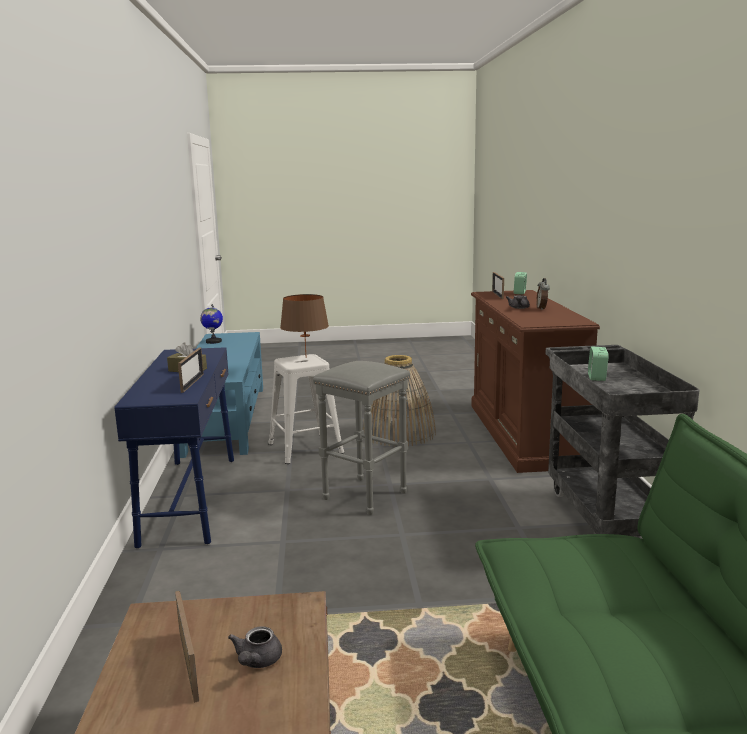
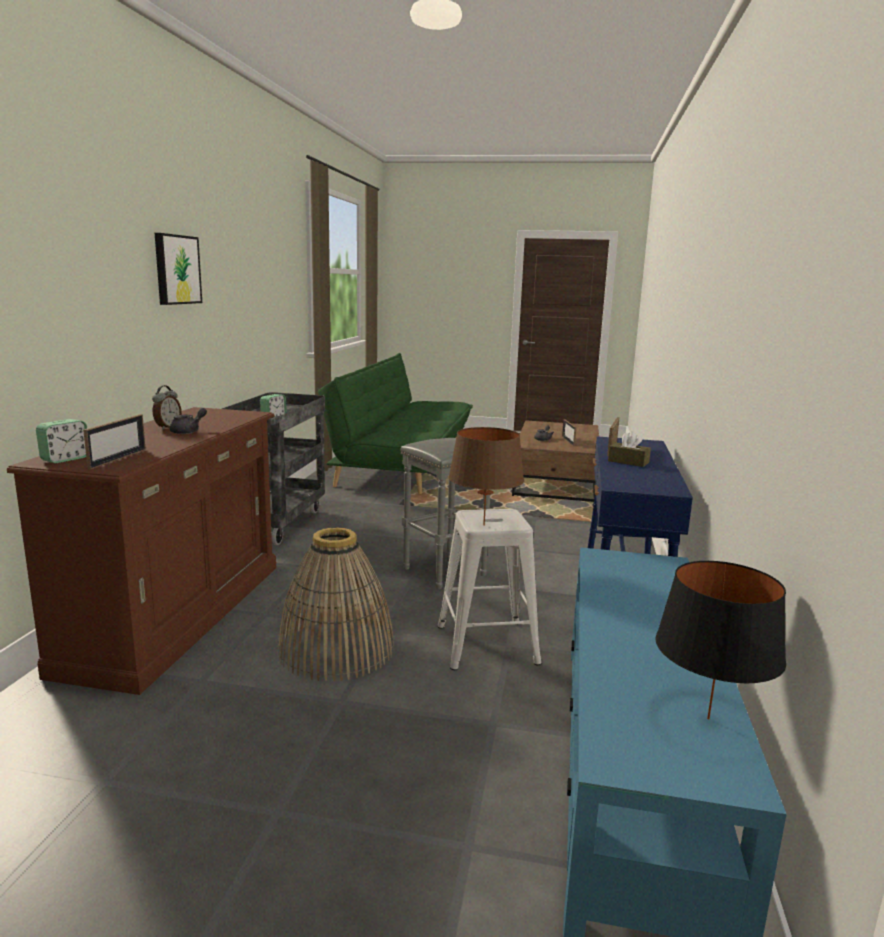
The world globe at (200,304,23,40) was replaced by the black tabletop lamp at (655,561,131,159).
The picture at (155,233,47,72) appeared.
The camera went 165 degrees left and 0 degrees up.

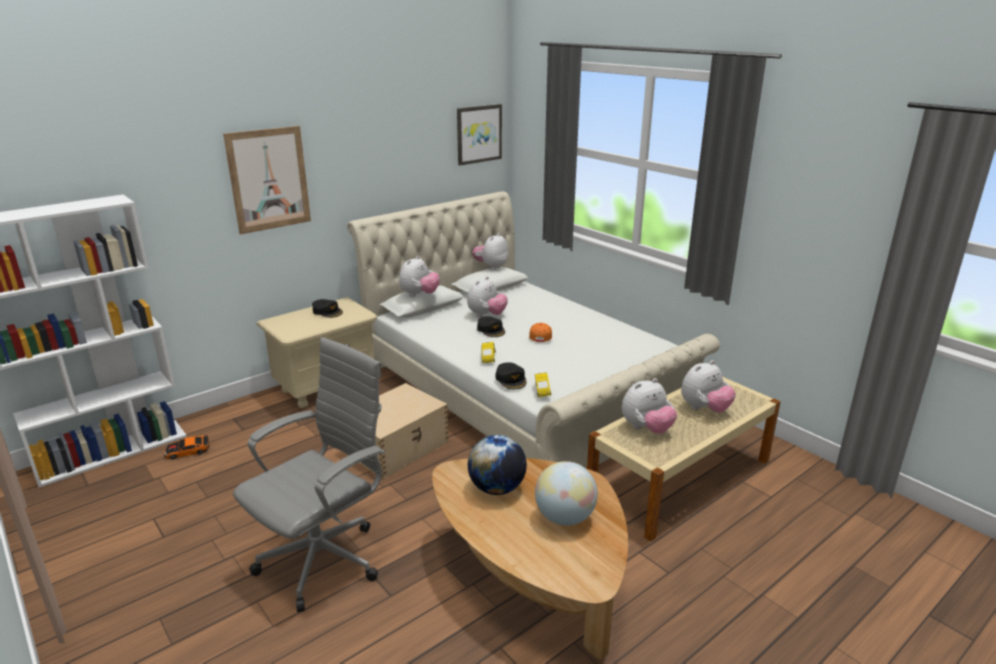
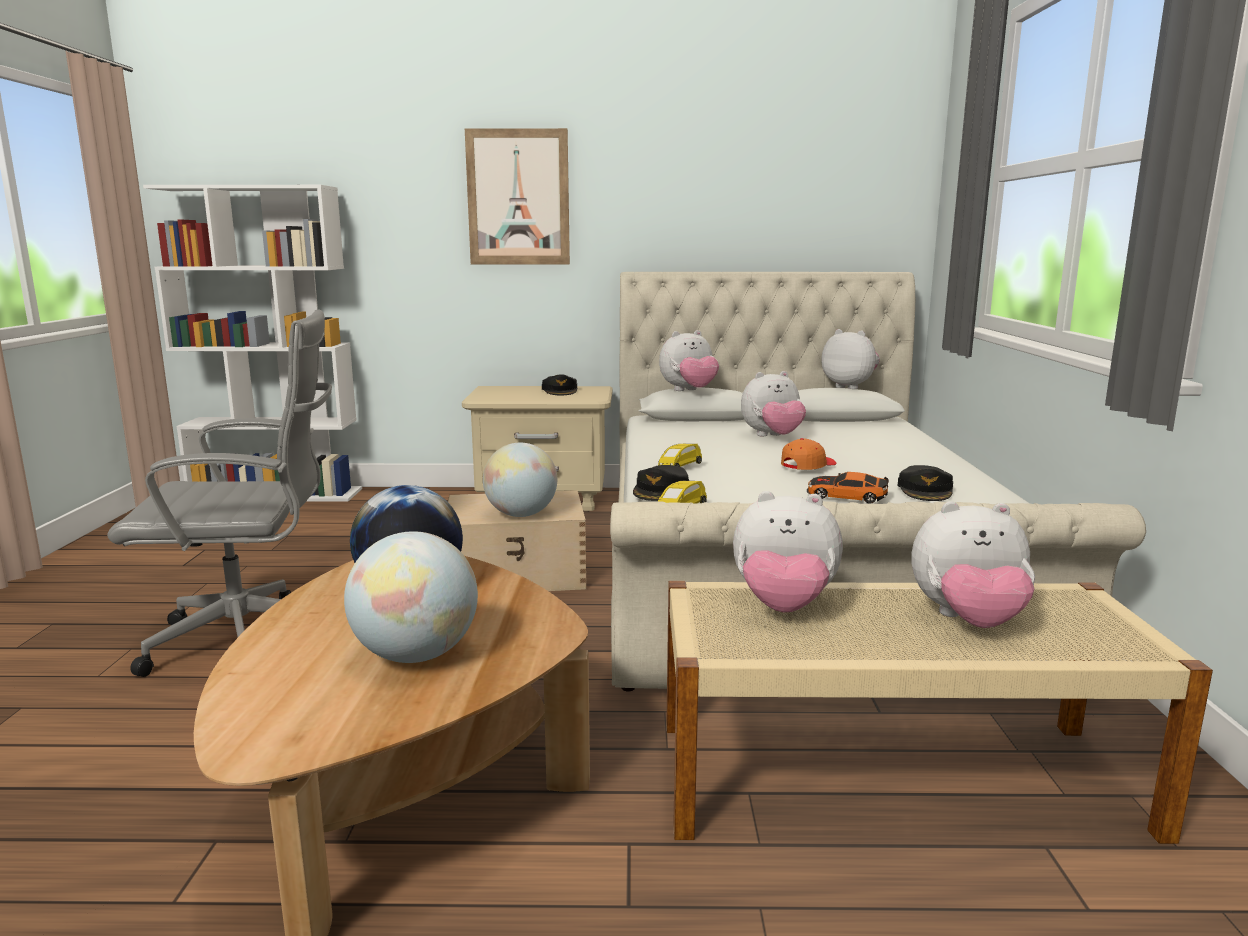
The picture at (457,104,45,61) disappeared.
The soft toy at (472,233,36,37) turned 60 degrees clockwise.
The black baseball cap moved from (477,316,28,21) to (898,465,55,36).
The toy car moved from (165,435,44,25) to (807,472,82,32).
The world globe at (483,443,74,74) appeared.
The camera went 40 degrees right and 10 degrees down.

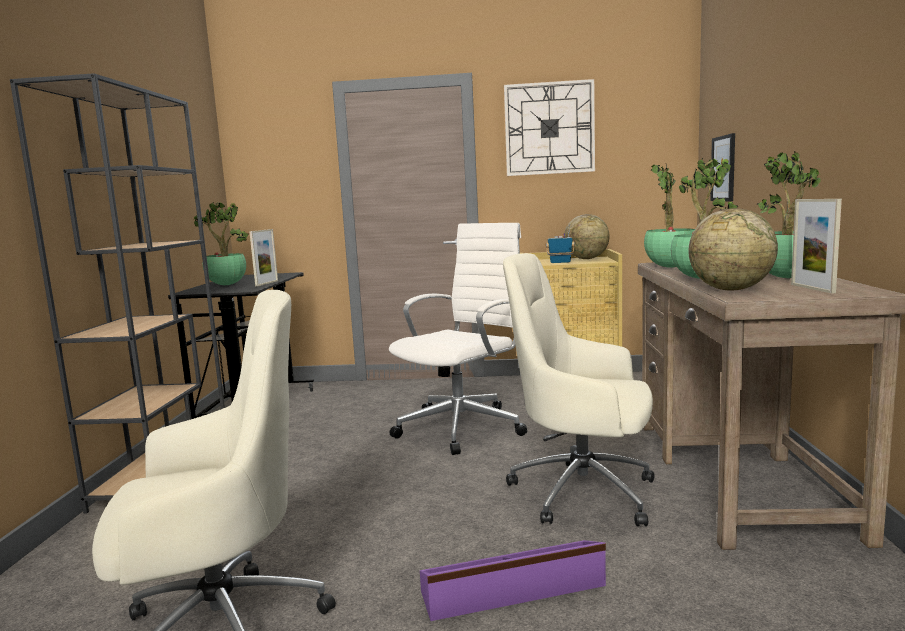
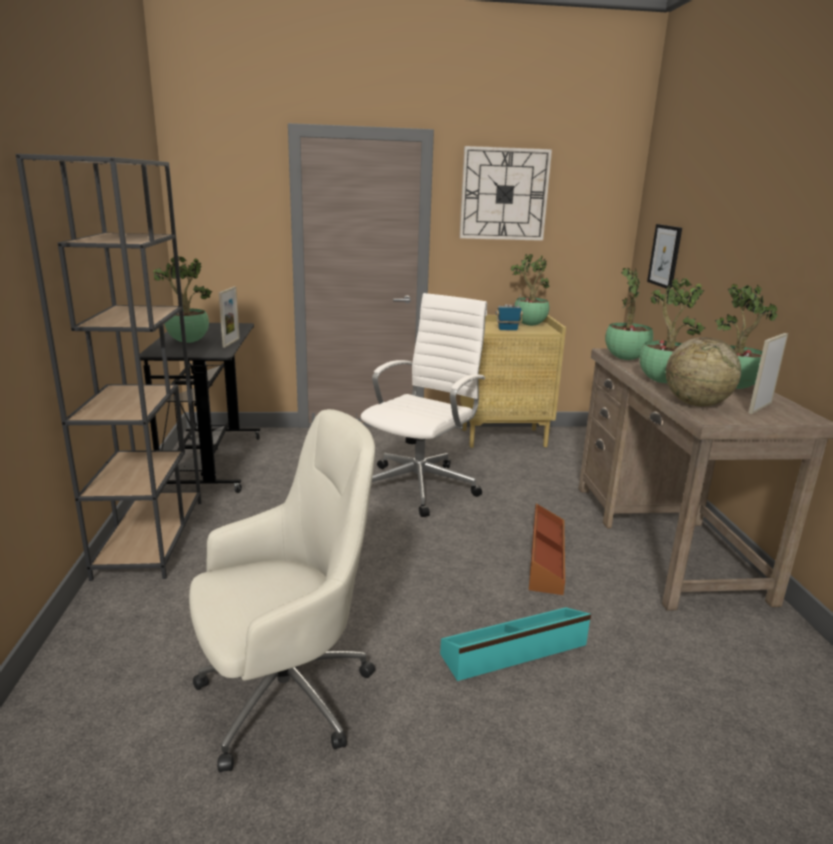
The photo frame at (791,199,51,94) turned 60 degrees clockwise.
The world globe at (564,214,46,45) was replaced by the plant in a pot at (511,254,38,72).
The beige-coloured desk chair at (503,253,152,273) was replaced by the brownish storage container at (529,503,36,92).
The purple-coloured storage container at (420,540,186,81) became the turquoise storage container at (440,607,151,74).
The camera went 10 degrees left and 10 degrees up.

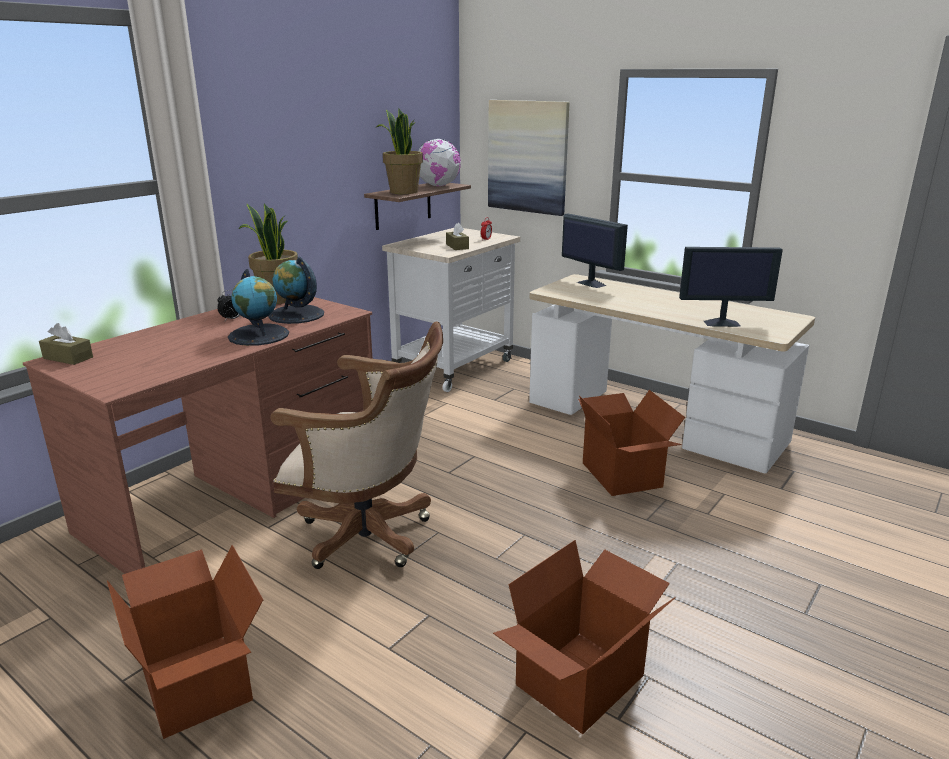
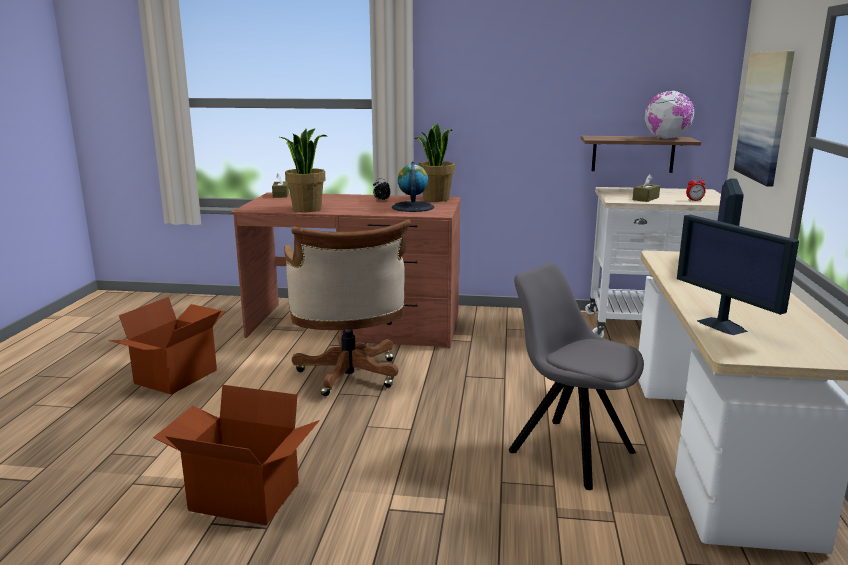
The plant in a pot moved from (375,109,48,85) to (280,128,47,84).
The world globe at (228,269,61,77) disappeared.
The cardboard box at (578,390,107,106) was replaced by the greyish upright chair at (509,263,135,227).
The camera went 60 degrees right and 5 degrees down.

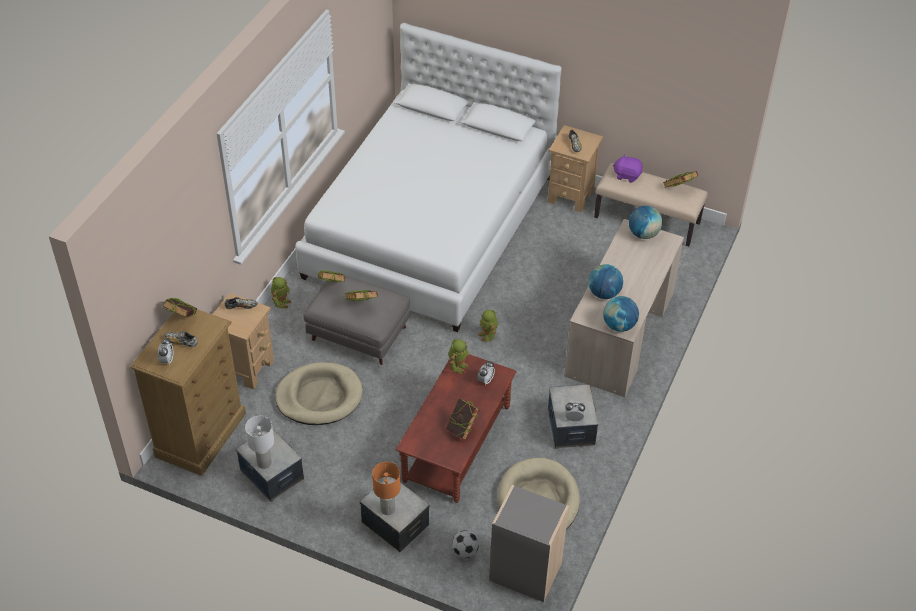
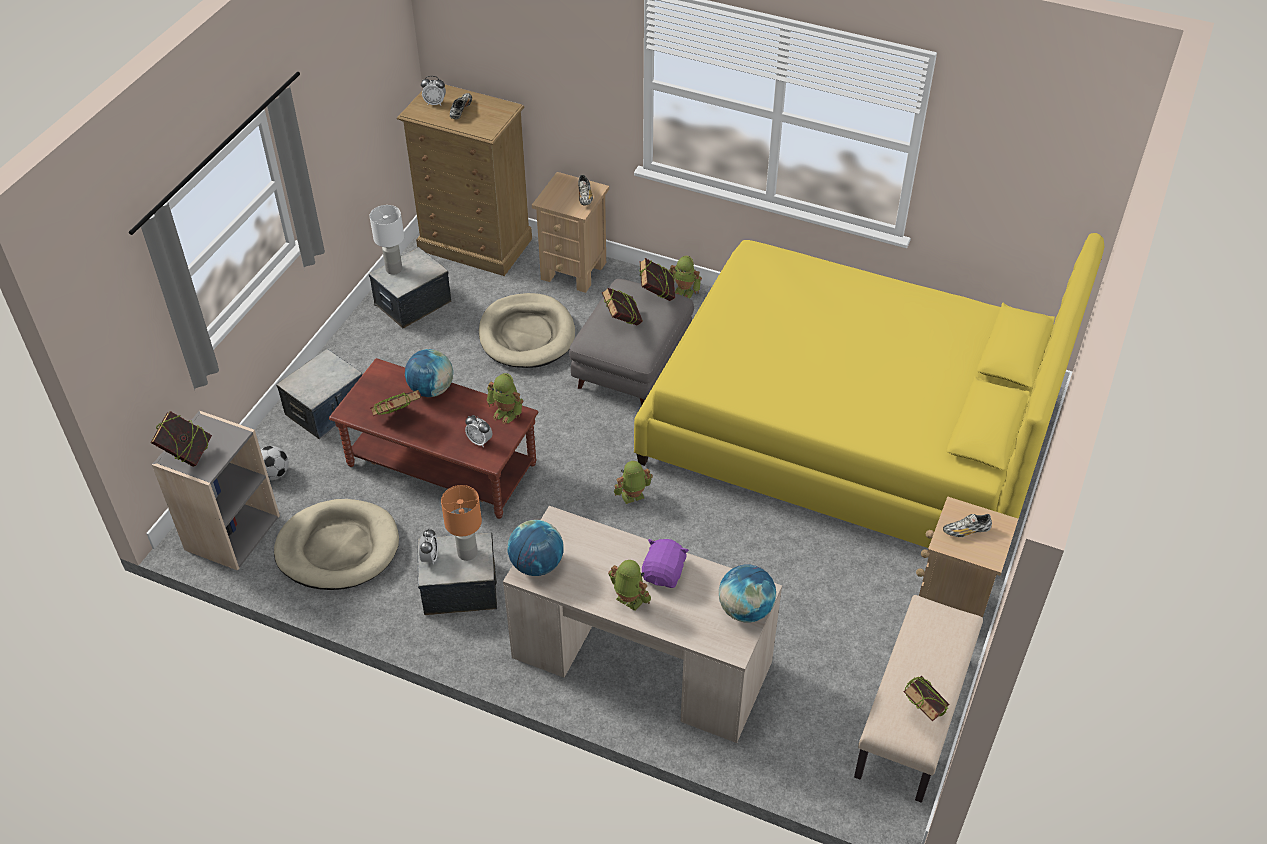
The whitish bedroom bed at (295,23,267,309) became the yellow-coloured bedroom bed at (634,233,470,343).
The purple-coloured soft toy moved from (613,154,30,29) to (642,539,47,49).
The world globe moved from (588,264,35,35) to (405,349,48,48).
The bound book moved from (163,297,34,20) to (151,411,61,56).
The orangey tabletop lamp moved from (372,462,29,53) to (441,485,41,76).
The robot figure at (608,560,43,51) appeared.
The camera went 90 degrees right and 0 degrees up.

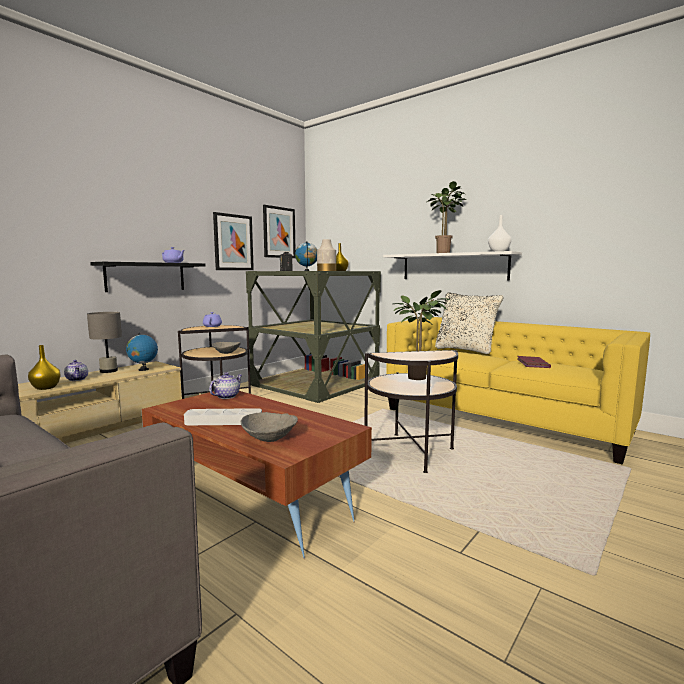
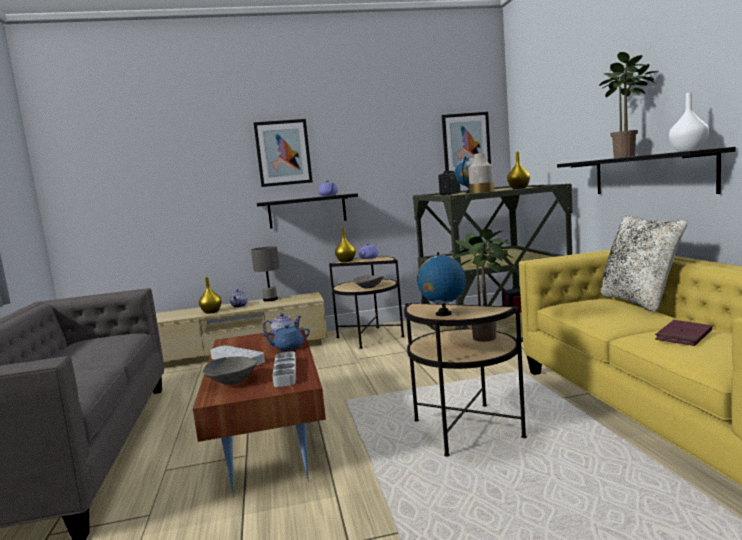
The picture moved from (213,212,41,58) to (253,119,60,68).
The whitish wall shelf at (383,251,139,30) became the black wall shelf at (557,147,179,47).
The world globe moved from (126,333,32,38) to (417,252,49,64).
The yellow-coloured decorative vase at (335,228,21,34) appeared.
The blue-coloured pot for tea at (262,325,48,26) appeared.
The greyish tray at (273,351,23,36) appeared.
The camera went 40 degrees right and 0 degrees up.

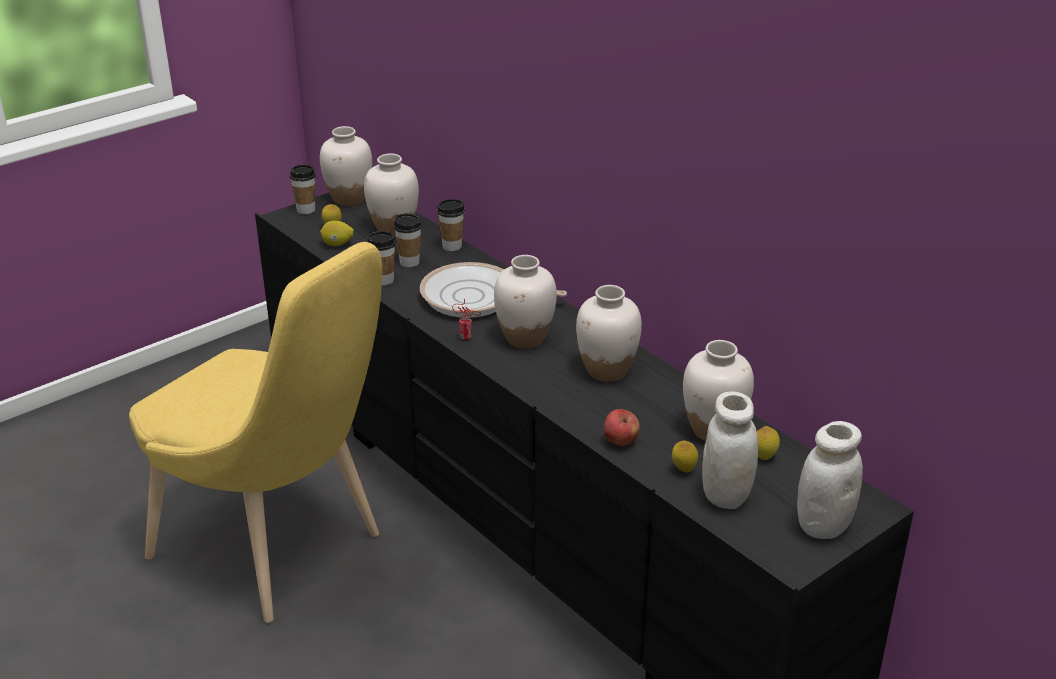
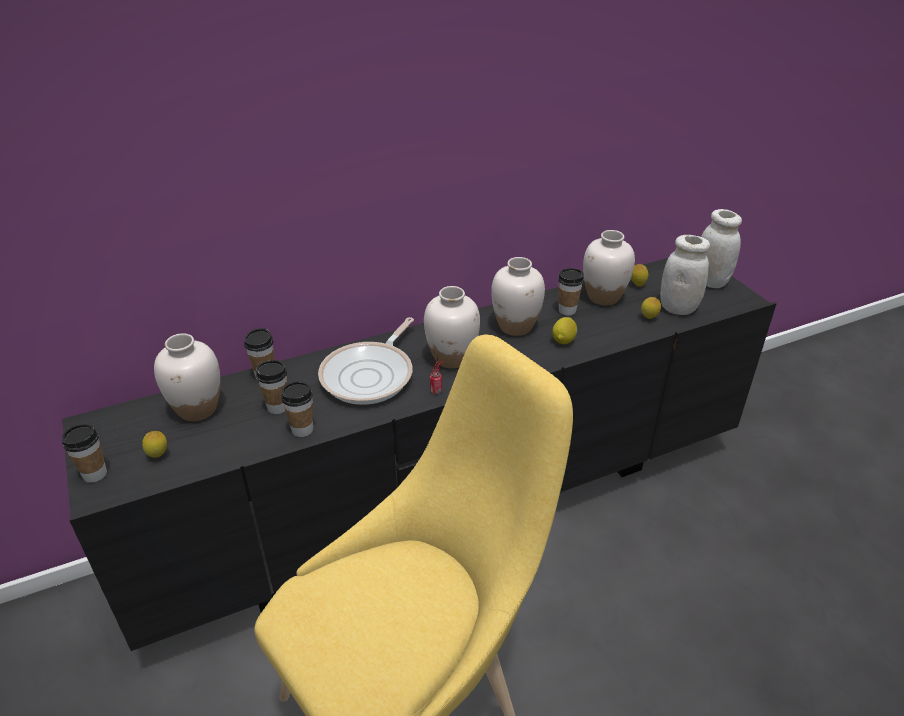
The whitish decorative vase at (320,126,52,80) disappeared.
The lemon moved from (320,221,34,25) to (552,317,25,27).
The apple fruit at (604,409,36,37) disappeared.
The cup at (558,268,26,48) appeared.
The camera went 75 degrees left and 5 degrees up.

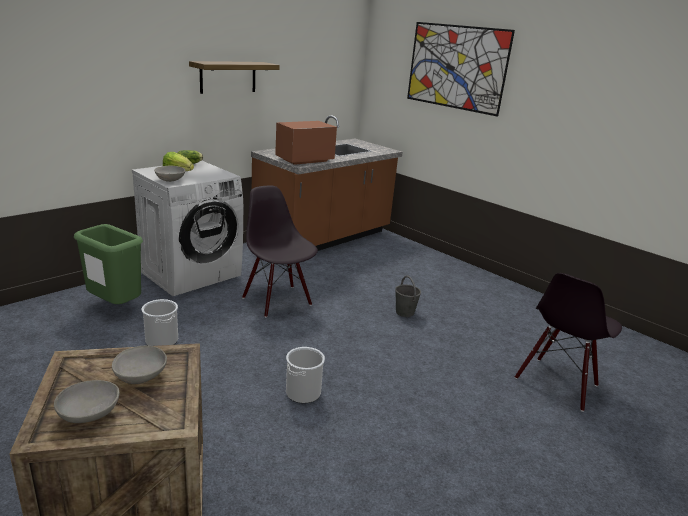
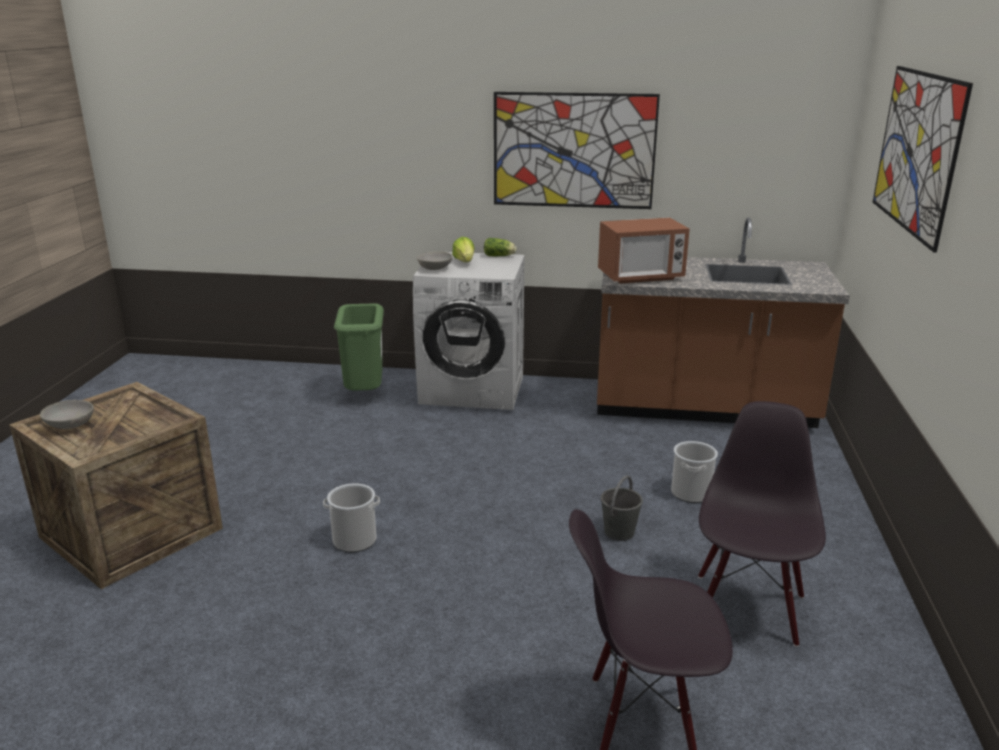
The wall shelf at (189,61,91,33) was replaced by the picture at (494,92,166,117).
The microwave oven at (275,121,62,44) turned 150 degrees clockwise.
The black upright chair moved from (242,185,76,133) to (698,401,128,246).
The water bucket moved from (142,299,36,47) to (671,441,47,62).
The greyish bowl at (112,346,55,38) disappeared.
The camera went 55 degrees right and 0 degrees up.

